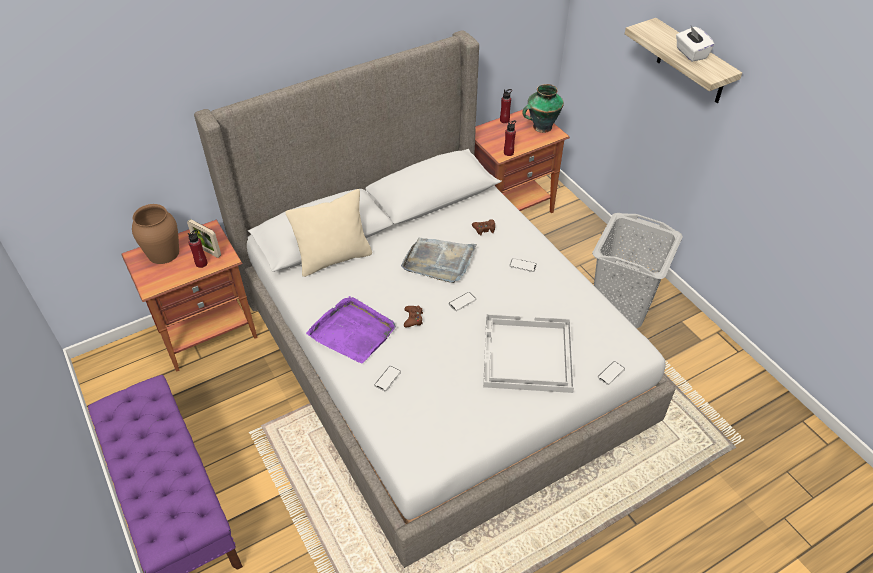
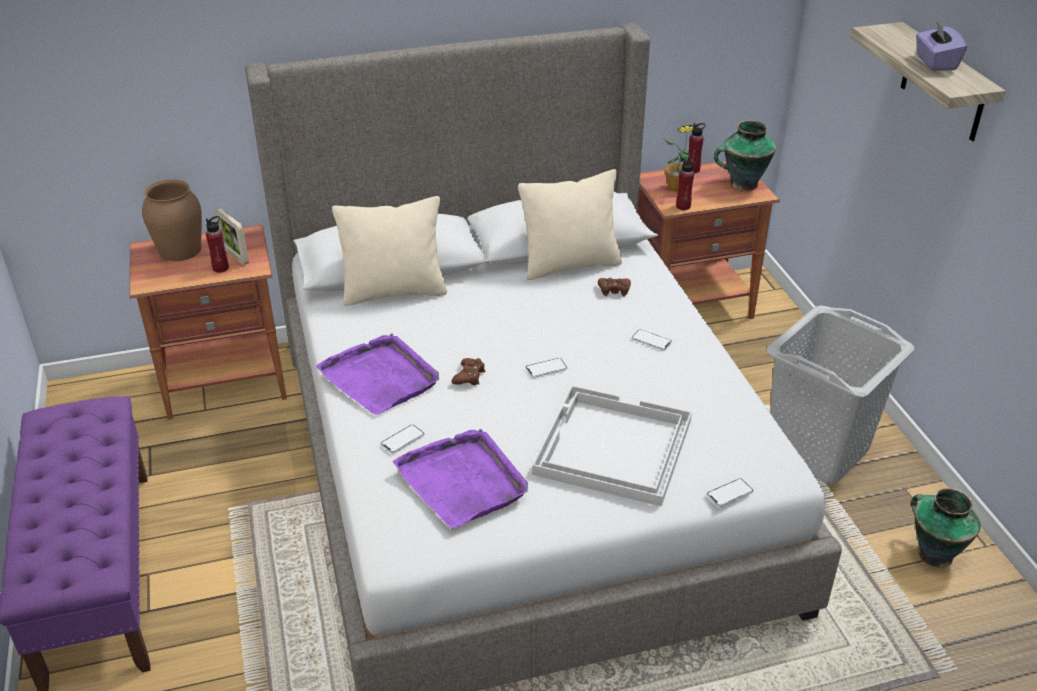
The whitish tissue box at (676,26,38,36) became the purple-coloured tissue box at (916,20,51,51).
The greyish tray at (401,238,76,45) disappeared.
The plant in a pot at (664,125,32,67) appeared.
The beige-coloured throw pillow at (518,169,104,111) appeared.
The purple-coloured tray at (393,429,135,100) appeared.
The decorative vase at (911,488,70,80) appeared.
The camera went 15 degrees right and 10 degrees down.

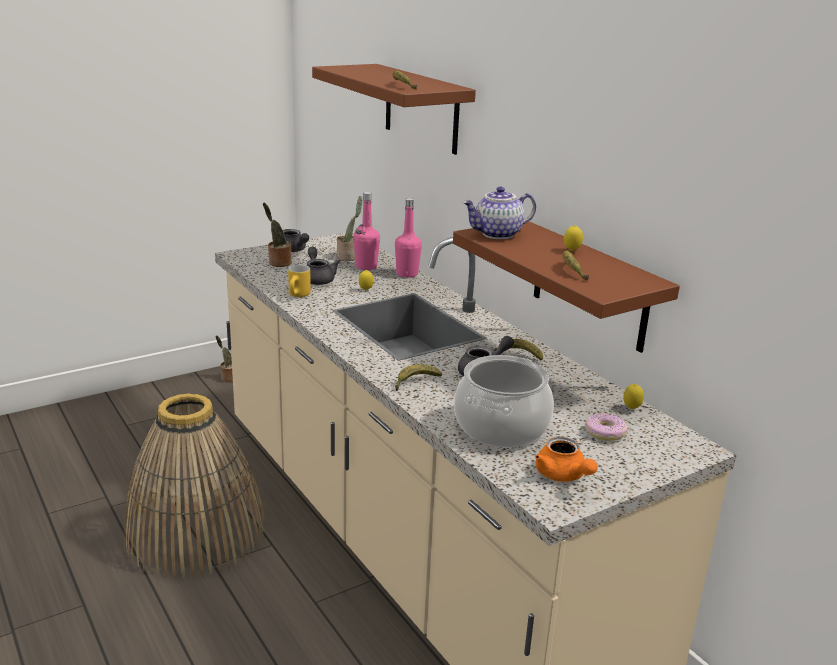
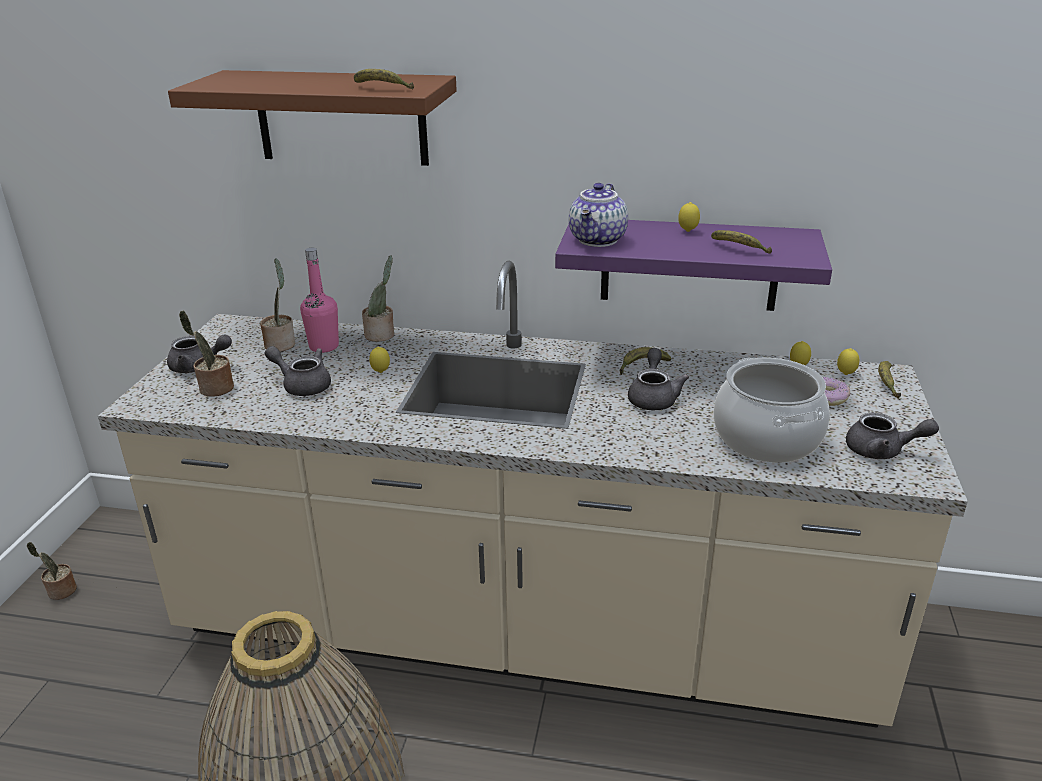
The pink drink bottle at (395,198,27,80) was replaced by the plant in a pot at (362,255,32,87).
The brownish wall shelf at (453,221,227,132) became the purple-coloured wall shelf at (555,220,277,91).
The yellow-coloured coffee mug at (288,265,23,32) disappeared.
The banana moved from (395,364,47,27) to (878,361,23,38).
The orangey pot for tea at (535,437,63,45) became the greyish pot for tea at (846,413,93,46).
The lemon at (837,348,22,27) appeared.
The camera went 45 degrees left and 5 degrees up.

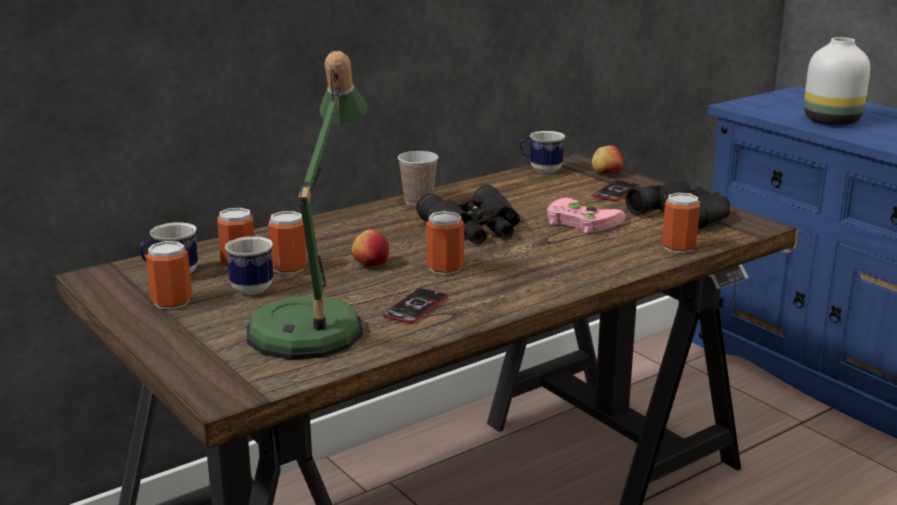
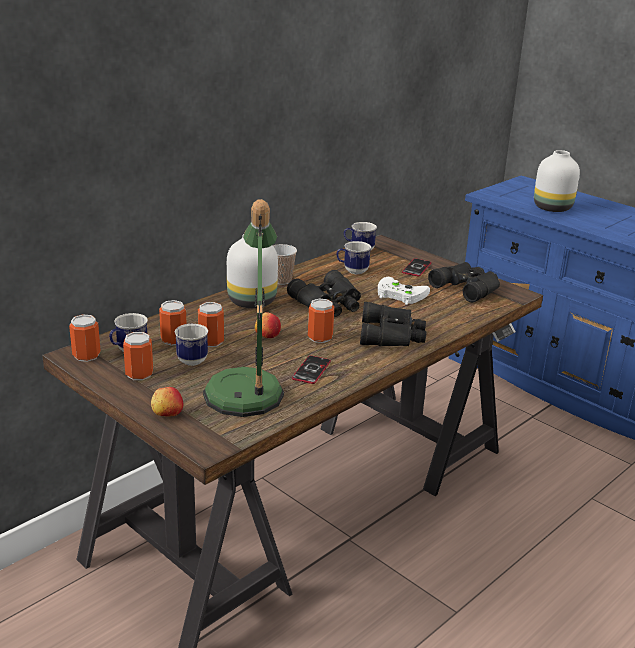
The apple fruit moved from (592,145,31,29) to (151,387,32,30).
The sealed can moved from (662,193,38,60) to (69,315,32,47).
The pink joypad at (547,198,78,36) became the whitish joypad at (378,277,52,28).
The whitish decorative vase at (227,234,51,74) appeared.
The coffee mug at (337,241,34,33) appeared.
The black field glasses at (360,302,67,44) appeared.
The camera went 10 degrees left and 5 degrees up.

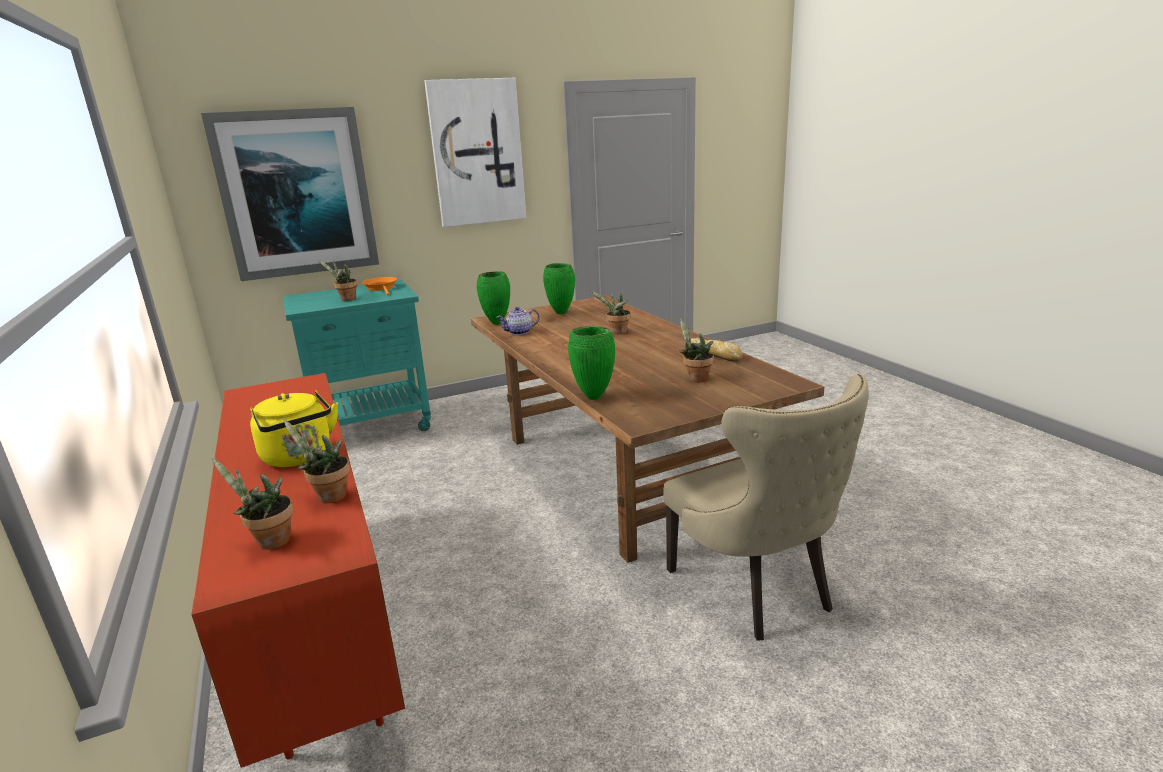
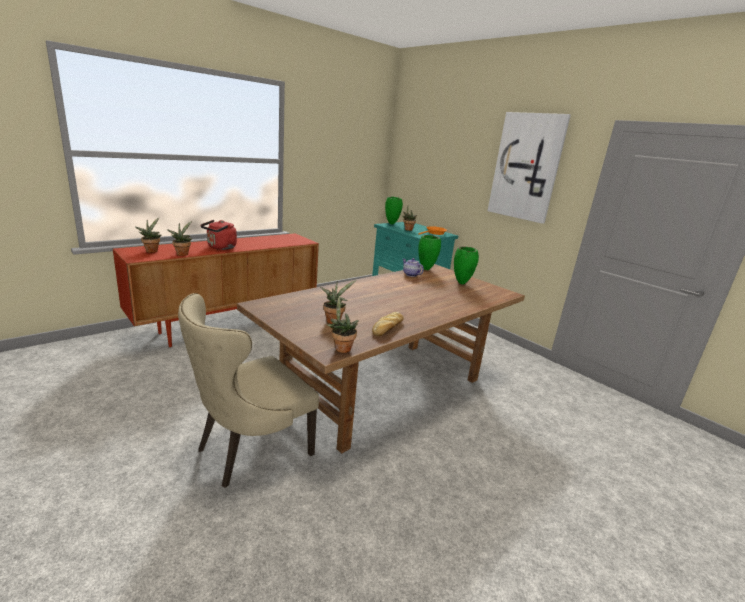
The picture at (201,107,178,174) disappeared.
The plant in a pot moved from (589,290,42,44) to (326,296,33,57).
The greenish decorative vase moved from (568,326,47,74) to (385,197,18,28).
The yellow-coloured tea kettle at (250,390,88,77) became the red-coloured tea kettle at (201,220,36,30).
The camera went 70 degrees right and 0 degrees up.

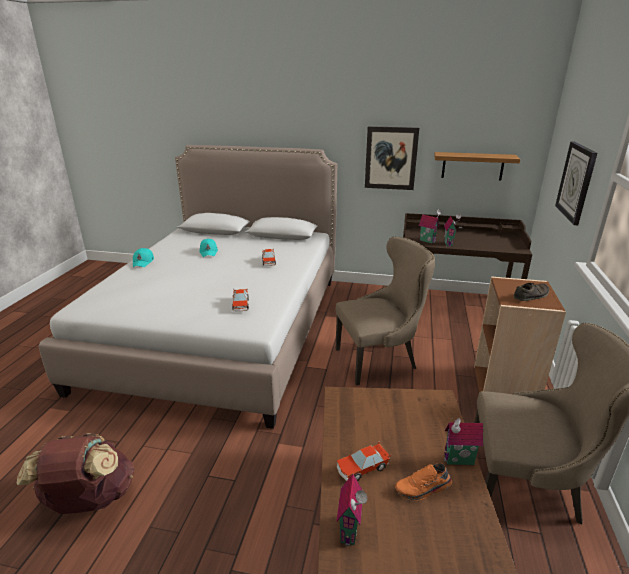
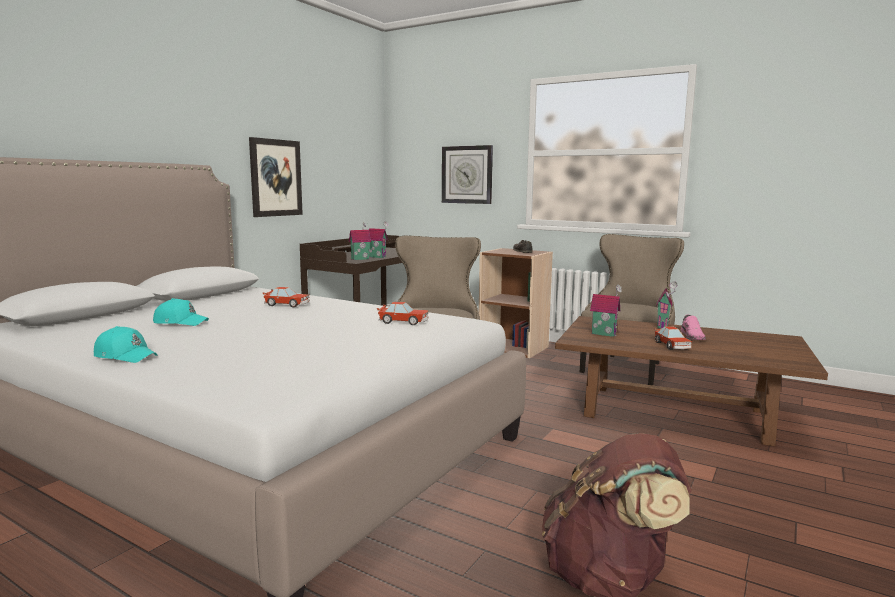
The wall shelf at (434,152,86,29) disappeared.
The orangey shoe at (395,463,57,38) became the pink shoe at (681,315,25,25).
The toy house moved from (336,474,31,72) to (590,285,32,52).
The camera went 70 degrees left and 15 degrees down.

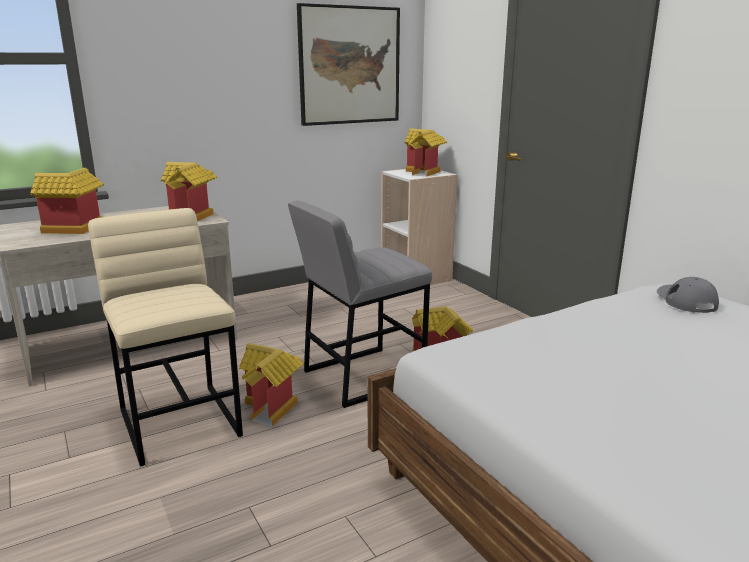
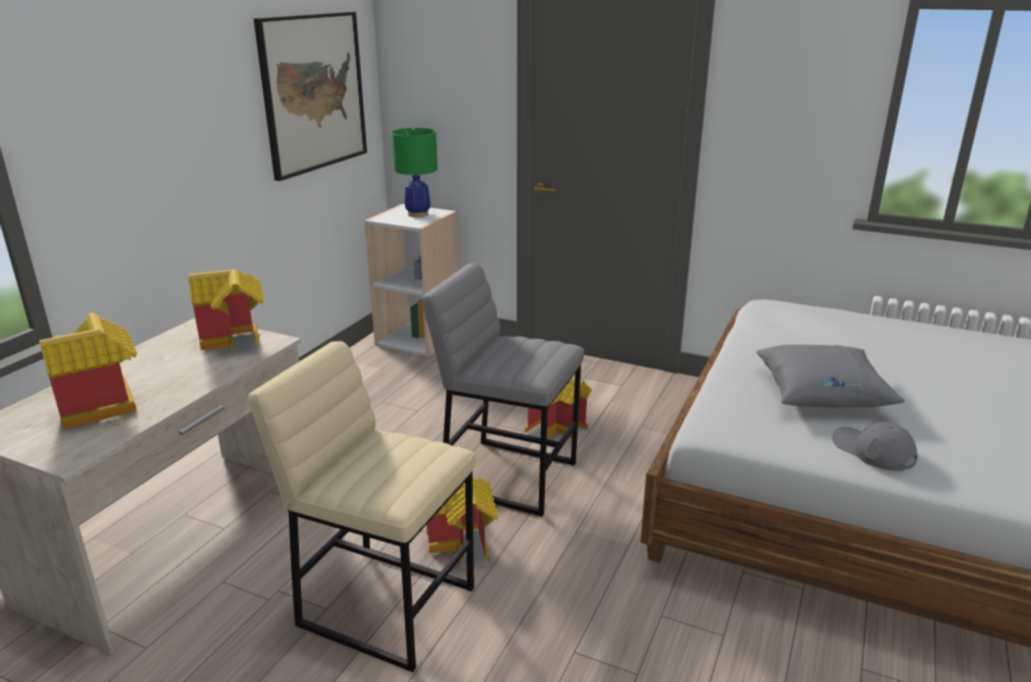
The toy house at (405,129,42,48) was replaced by the greenish tabletop lamp at (391,128,47,89).
The greyish upright chair at (288,200,144,208) turned 90 degrees clockwise.
The greyish baseball cap moved from (657,277,62,36) to (832,422,85,49).
The greyish throw pillow at (757,345,148,62) appeared.
The camera went 35 degrees left and 5 degrees up.

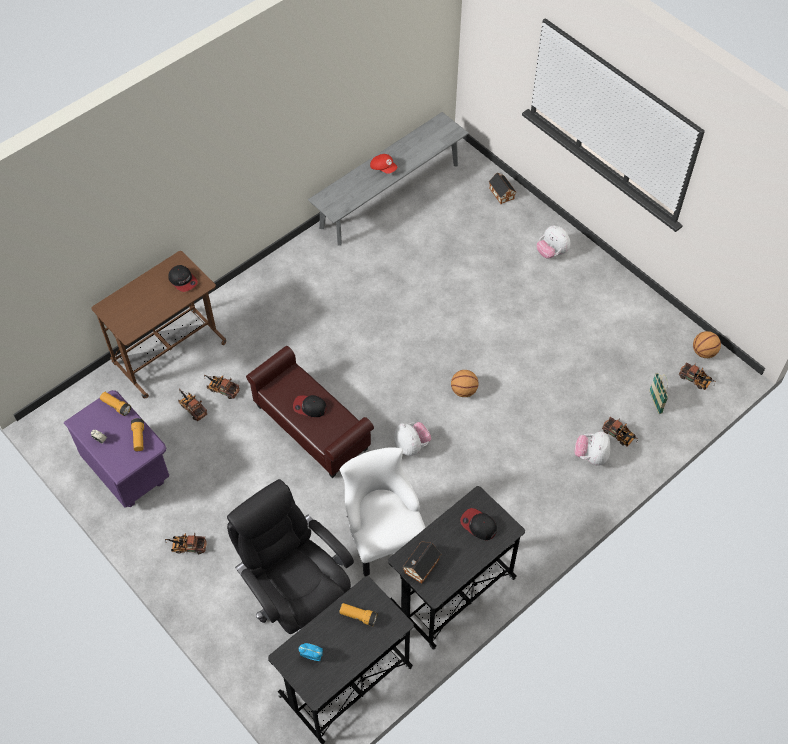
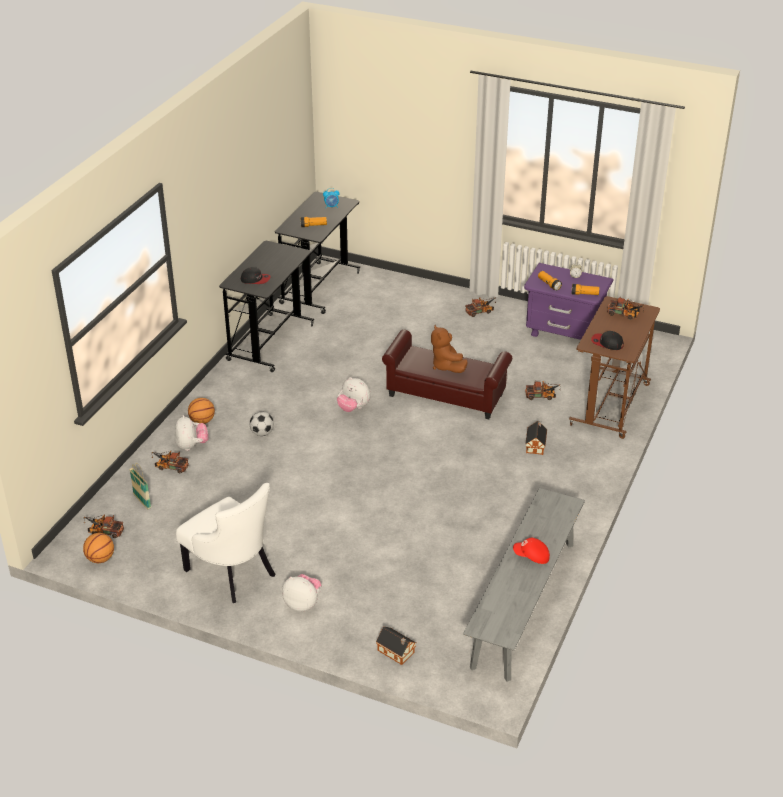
The basketball ball moved from (451,370,28,27) to (188,398,27,26).
The toy truck moved from (178,389,29,32) to (607,297,37,23).
The baseball cap at (293,395,34,22) was replaced by the brownish soft toy at (431,325,37,48).
The whitish upright chair moved from (339,447,87,129) to (176,483,100,120).
The black desk chair at (227,479,127,155) disappeared.
The toy house moved from (403,542,38,41) to (525,421,22,34).
The ball for football at (250,412,24,24) appeared.
The camera went 155 degrees right and 20 degrees down.

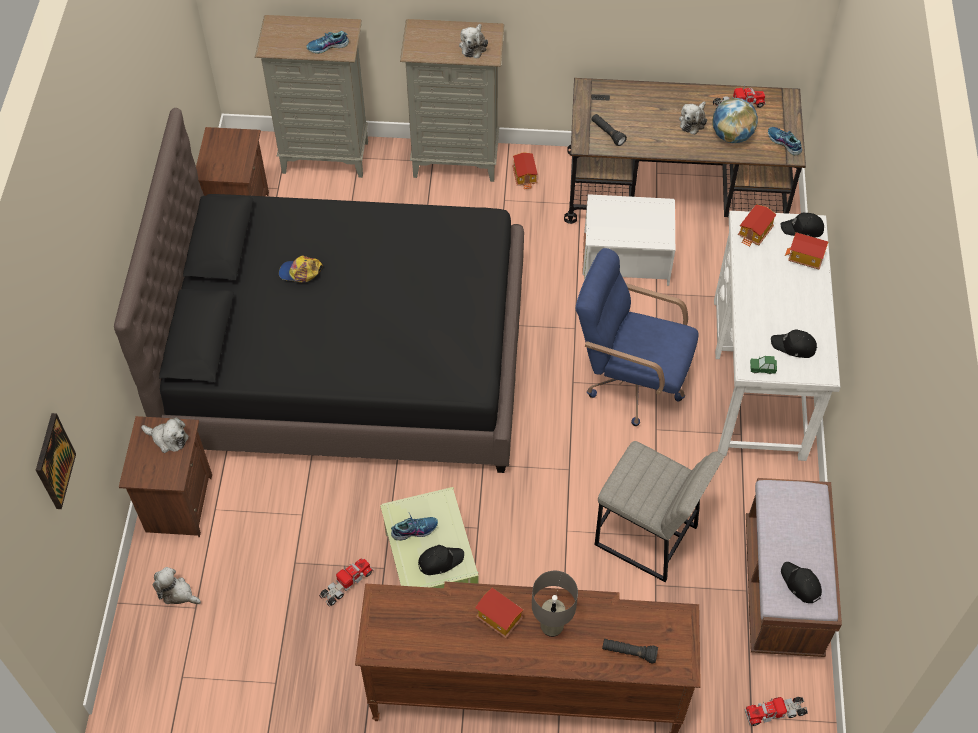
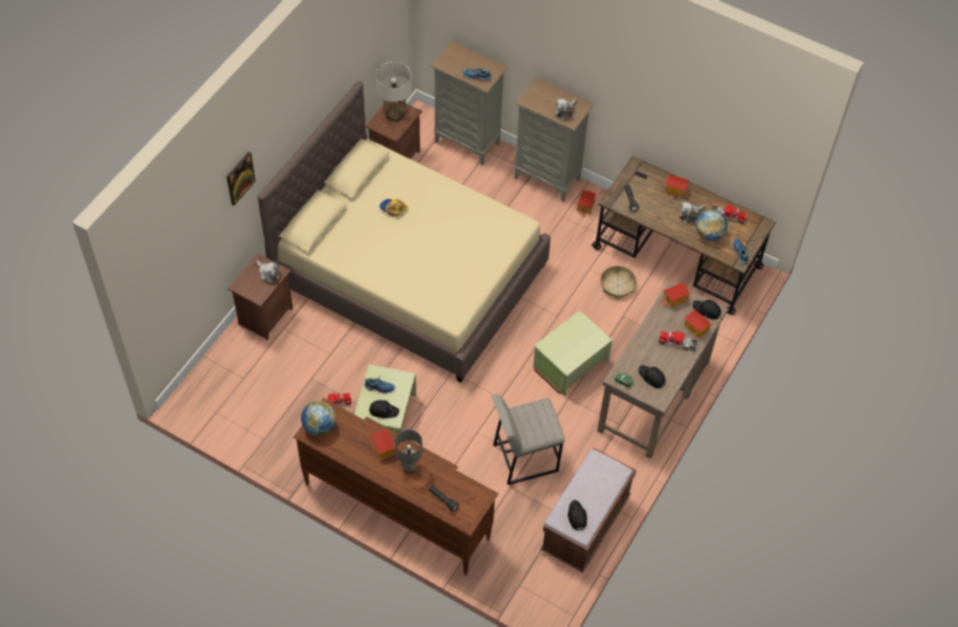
The black bedroom bed at (114,108,410,365) became the beige-coloured bedroom bed at (258,81,292,302).
The whitish storage container at (582,194,93,92) was replaced by the household basket at (601,266,36,34).
The whitish desk unit at (714,211,126,250) became the brownish desk unit at (597,280,131,179).
The blue-coloured desk chair at (576,248,123,178) was replaced by the greenish storage container at (533,311,80,86).
The picture moved from (36,413,40,96) to (227,152,29,54).
The greyish upright chair at (595,441,130,141) turned 105 degrees clockwise.
The soft toy at (153,567,48,37) disappeared.
The toy truck moved from (745,697,63,29) to (658,331,40,20).
The tabletop lamp at (376,62,36,59) appeared.
The toy house at (663,174,26,24) appeared.
The world globe at (301,401,35,35) appeared.
The camera went 25 degrees right and 0 degrees up.

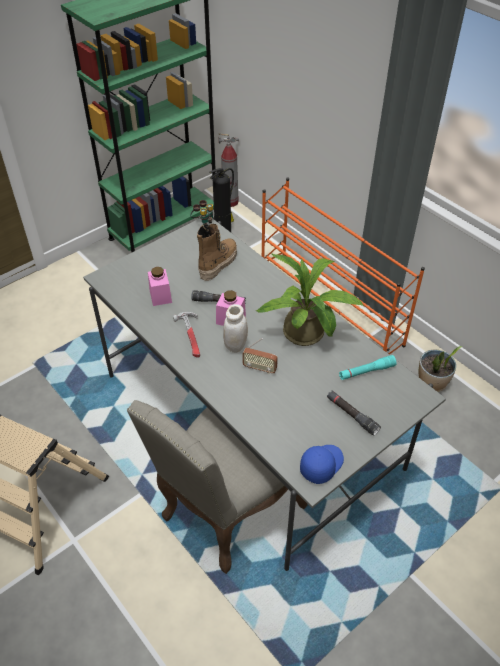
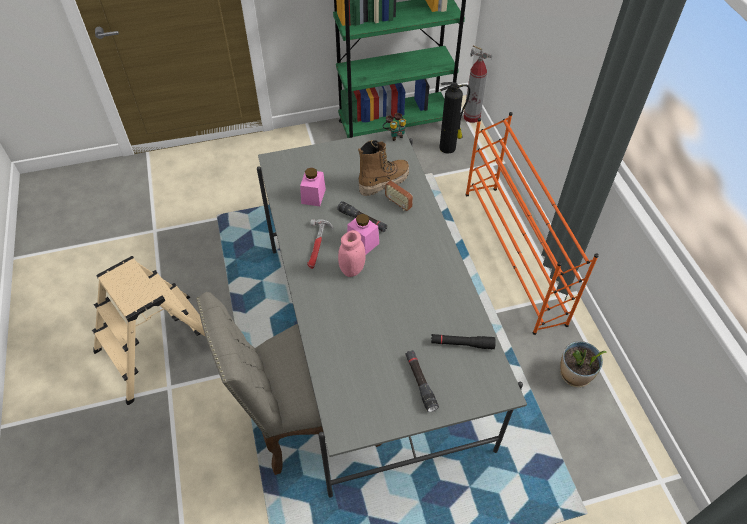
The plant in a pot at (255,253,109,93) disappeared.
The whitish jar at (223,304,25,49) became the pink jar at (338,230,28,47).
The radio set moved from (242,338,36,36) to (385,175,28,36).
The turquoise flashlight at (339,355,58,25) became the black flashlight at (431,334,65,15).
The blue-coloured baseball cap at (300,445,44,39) disappeared.
The camera went 25 degrees right and 5 degrees up.

